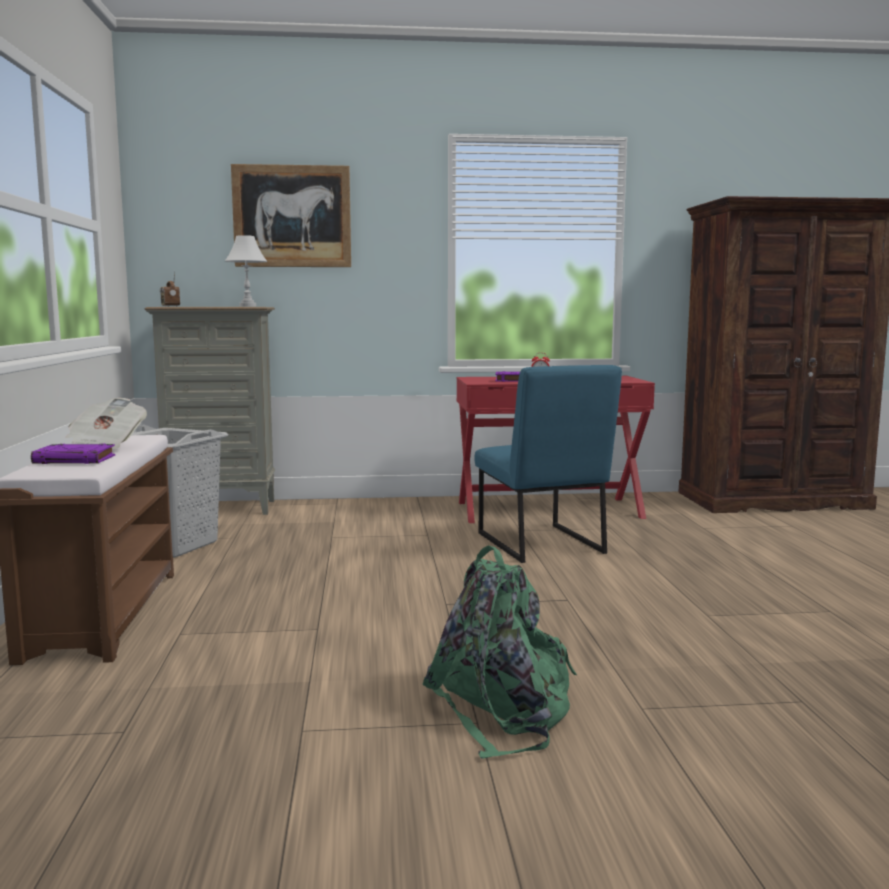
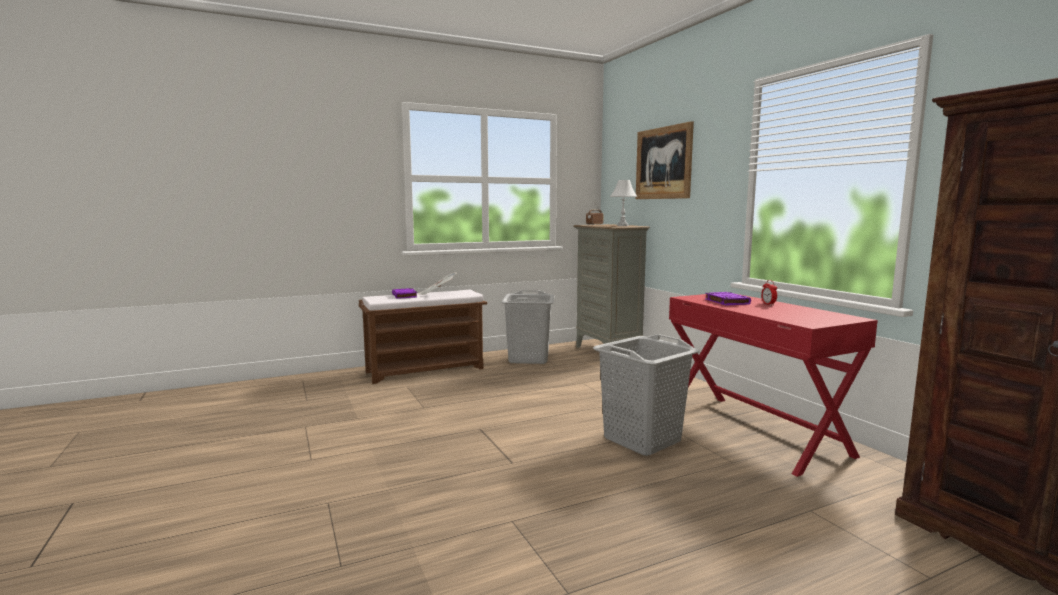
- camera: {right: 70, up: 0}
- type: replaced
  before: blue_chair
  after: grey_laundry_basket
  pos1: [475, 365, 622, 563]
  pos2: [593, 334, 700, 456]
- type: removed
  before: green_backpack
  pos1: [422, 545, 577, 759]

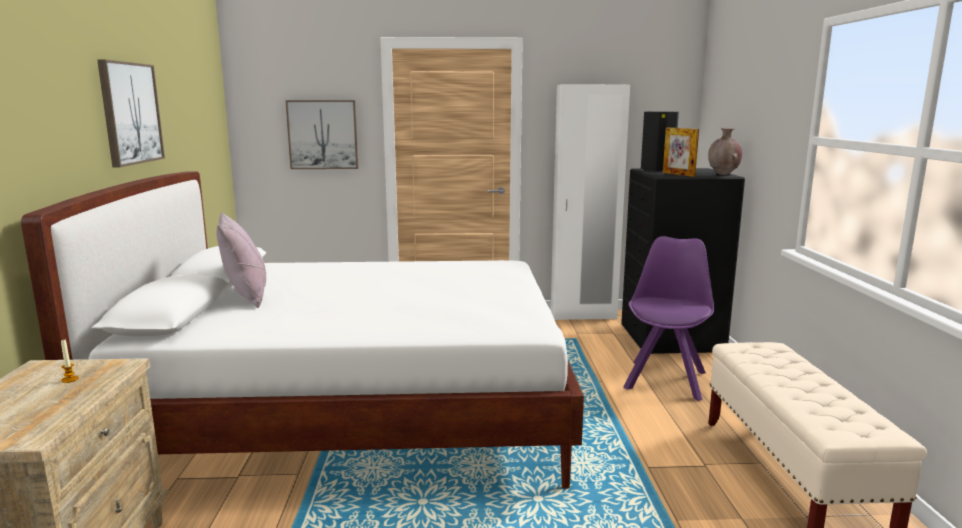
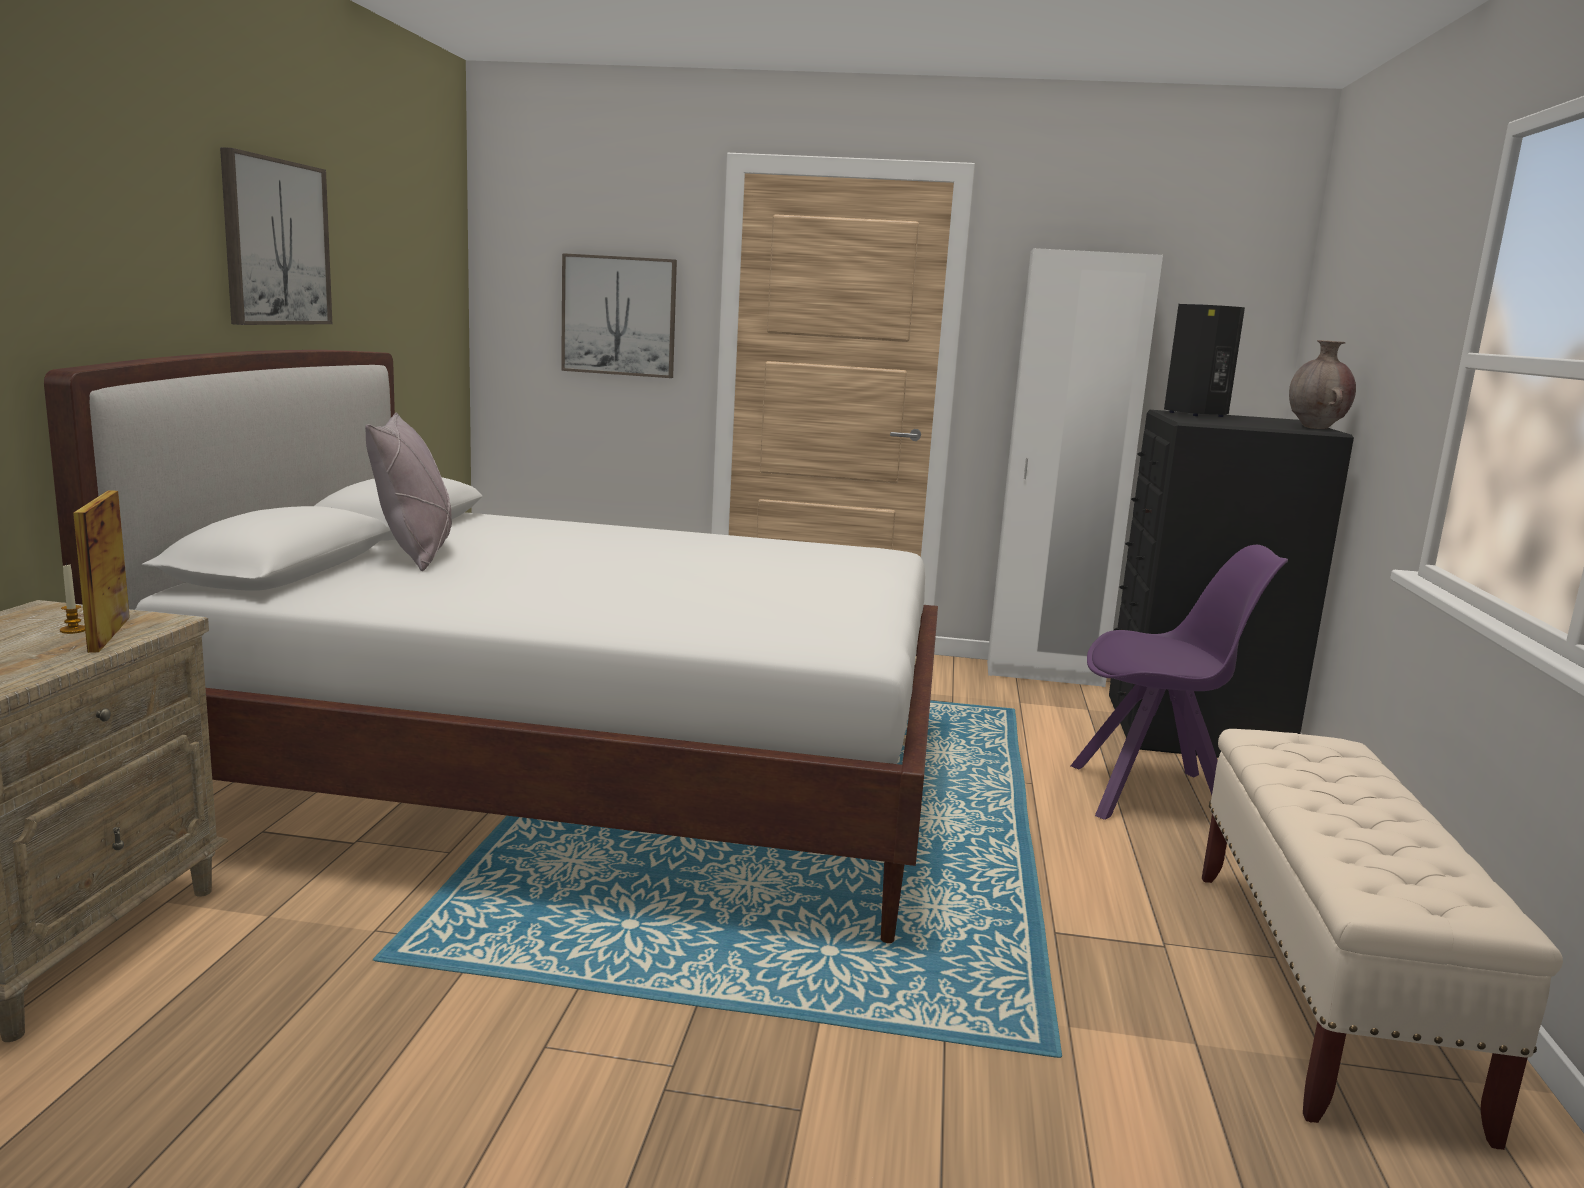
- camera: {right: 10, up: 0}
- type: moved
  before: picture_frame
  pos1: [663, 128, 699, 177]
  pos2: [73, 491, 130, 653]
- type: turned
  before: purple_chair
  pos1: [623, 236, 714, 401]
  pos2: [1071, 545, 1288, 820]
  turn: 60

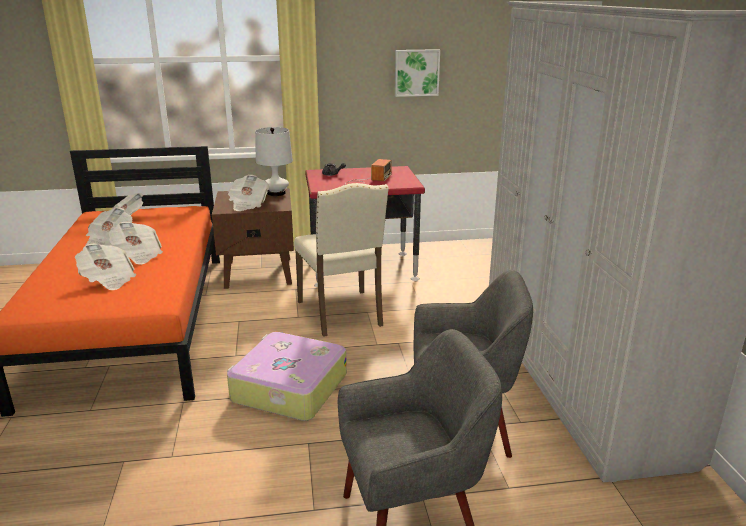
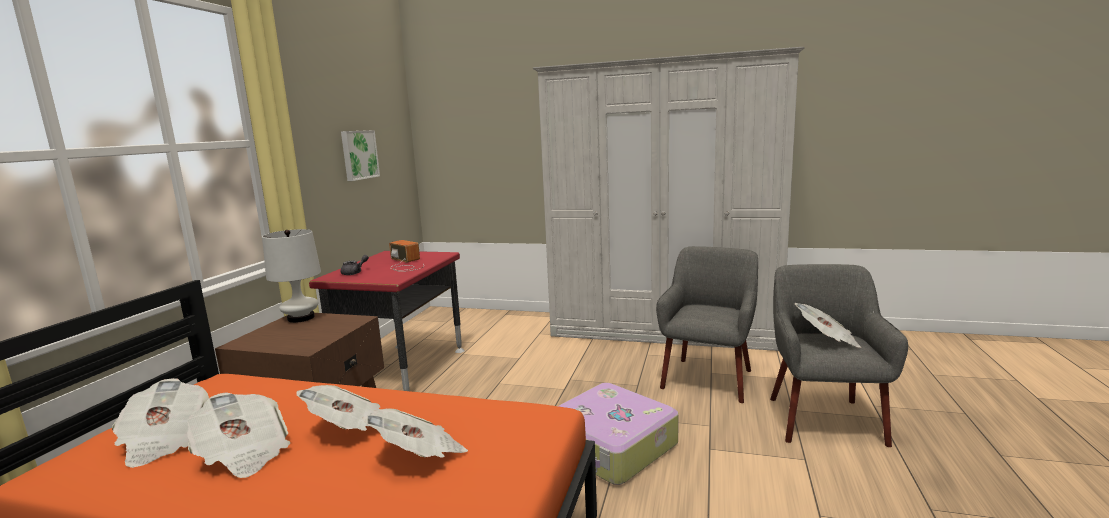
- camera: {right: -65, up: -10}
- type: moved
  before: newspaper
  pos1: [227, 175, 269, 211]
  pos2: [795, 303, 862, 348]
- type: removed
  before: beige_chair
  pos1: [294, 183, 389, 337]

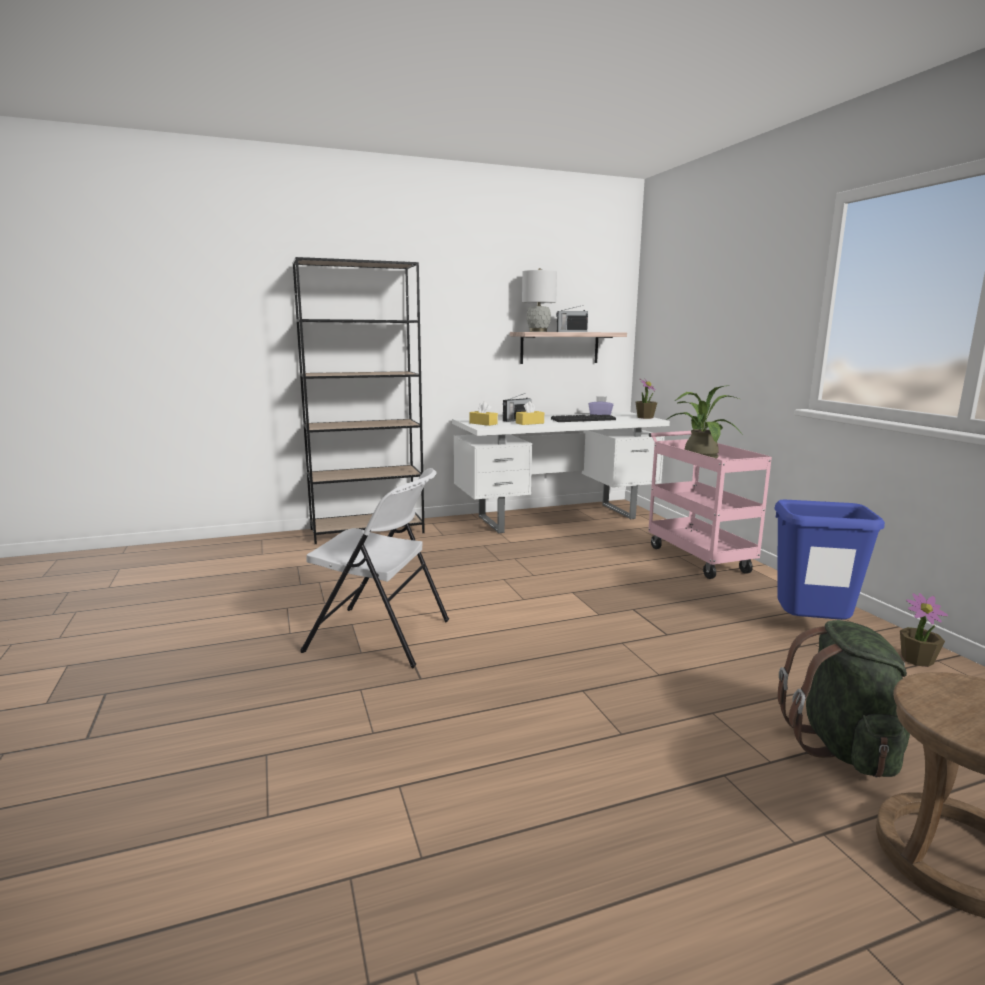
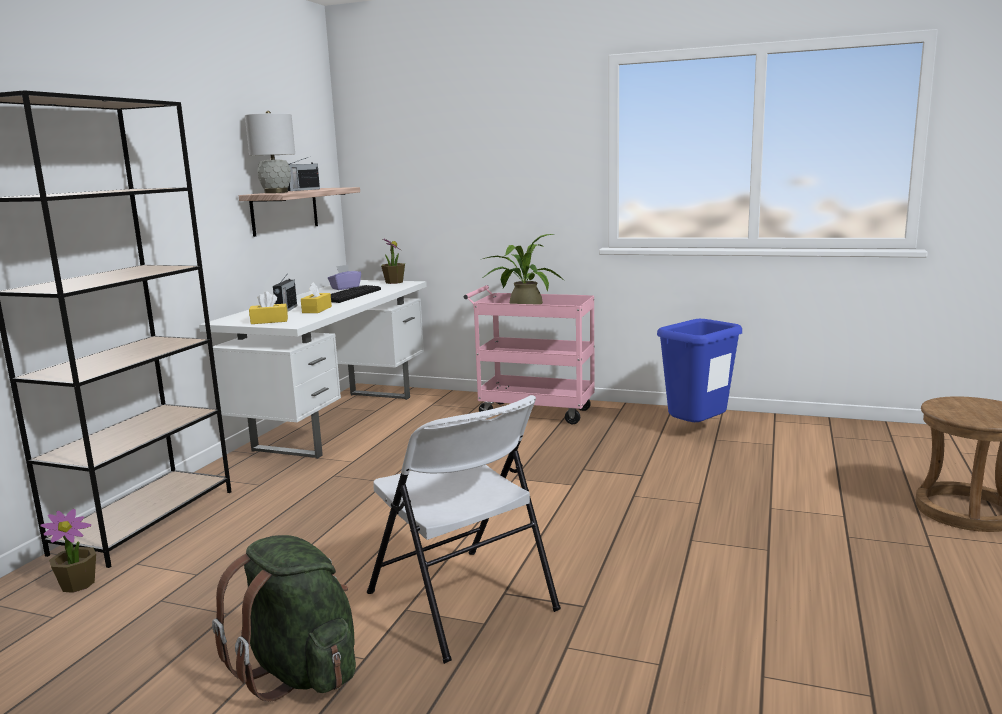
- camera: {right: -50, up: 0}
- type: moved
  before: potted_plant
  pos1: [900, 593, 948, 667]
  pos2: [40, 509, 96, 593]
- type: moved
  before: green_backpack
  pos1: [777, 620, 910, 778]
  pos2: [212, 535, 356, 702]
- type: turned
  before: white_chair
  pos1: [301, 468, 449, 669]
  pos2: [367, 395, 561, 664]
  turn: 90

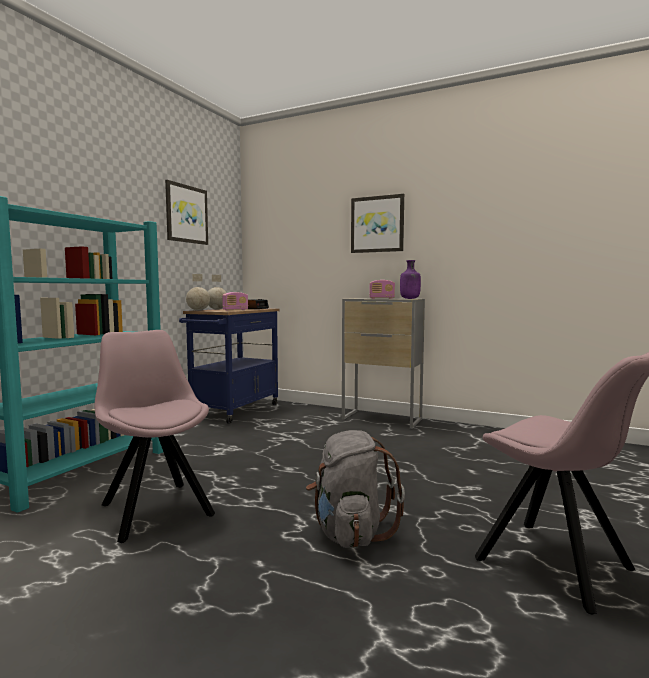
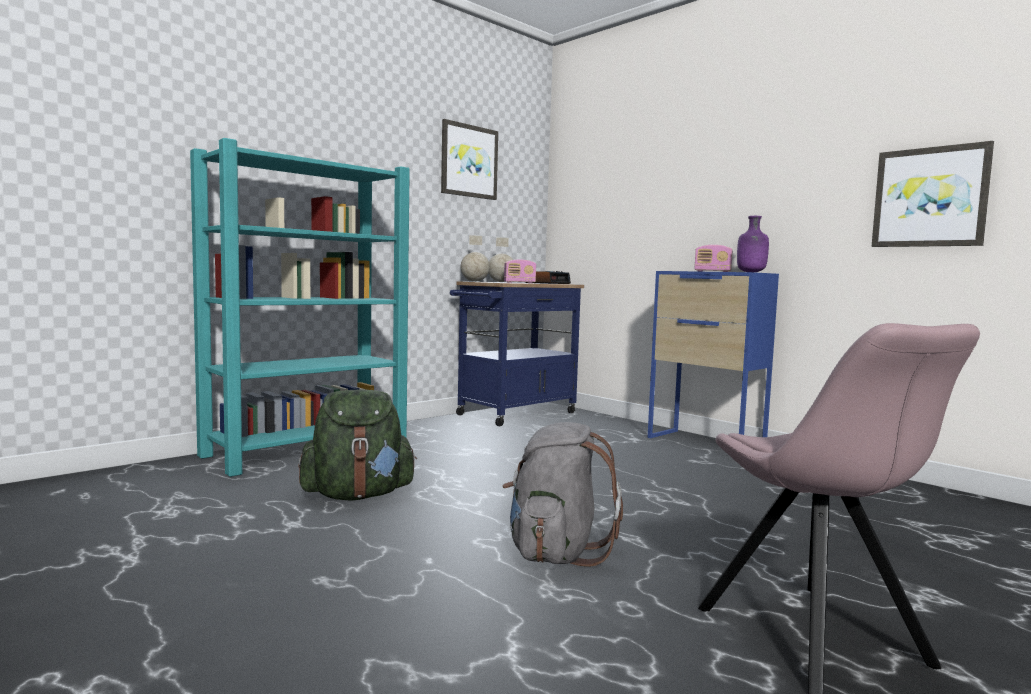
- camera: {right: 20, up: 0}
- type: replaced
  before: pink_chair
  after: green_backpack
  pos1: [94, 330, 215, 543]
  pos2: [298, 389, 417, 501]
- type: recoloured
  before: grey_cabinet
  after: blue_cabinet
  pos1: [342, 298, 425, 429]
  pos2: [647, 271, 779, 438]
- type: moved
  before: picture
  pos1: [351, 194, 404, 253]
  pos2: [871, 141, 994, 247]

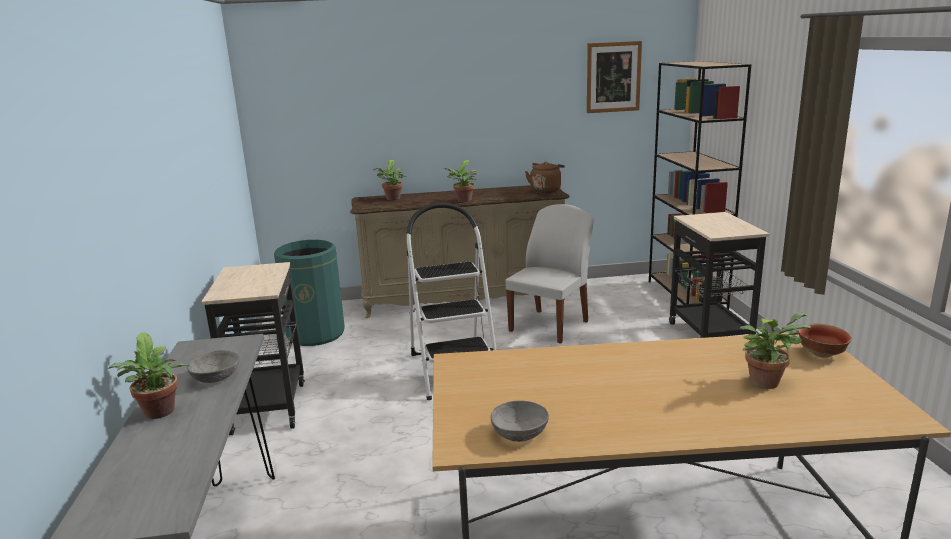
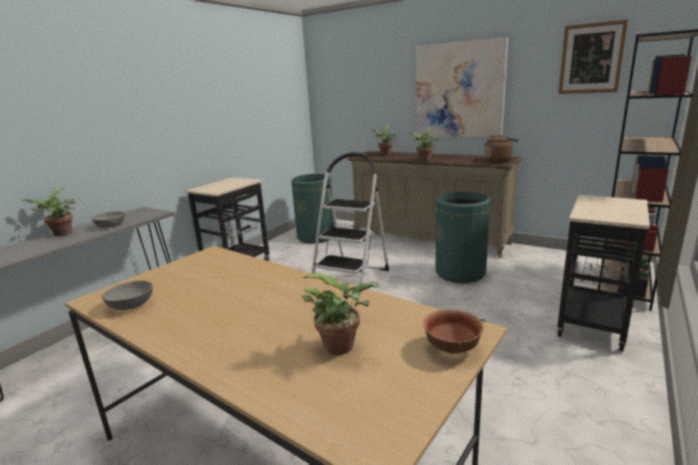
- camera: {right: 40, up: 0}
- type: added
  after: picture
  pos2: [416, 37, 508, 137]
- type: replaced
  before: white_chair
  after: green_trash_can
  pos1: [506, 204, 594, 344]
  pos2: [435, 192, 490, 283]

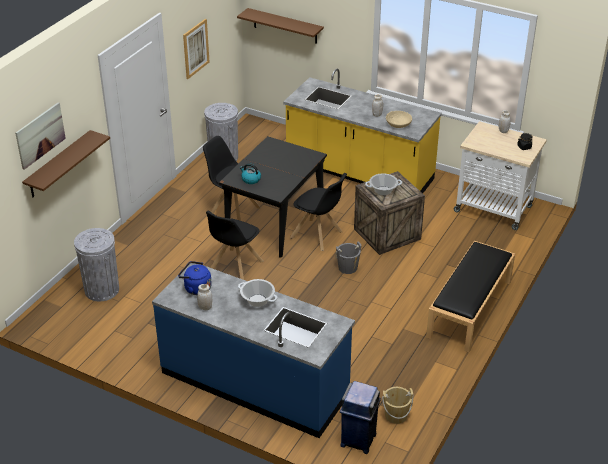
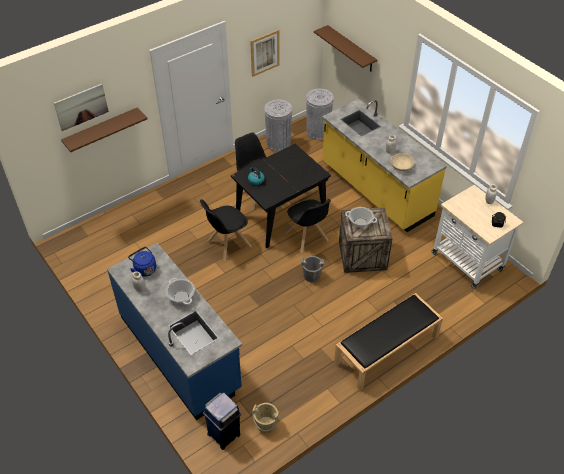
- camera: {right: 25, up: 10}
- type: moved
  before: grey_trash_can
  pos1: [74, 228, 119, 301]
  pos2: [306, 89, 334, 140]

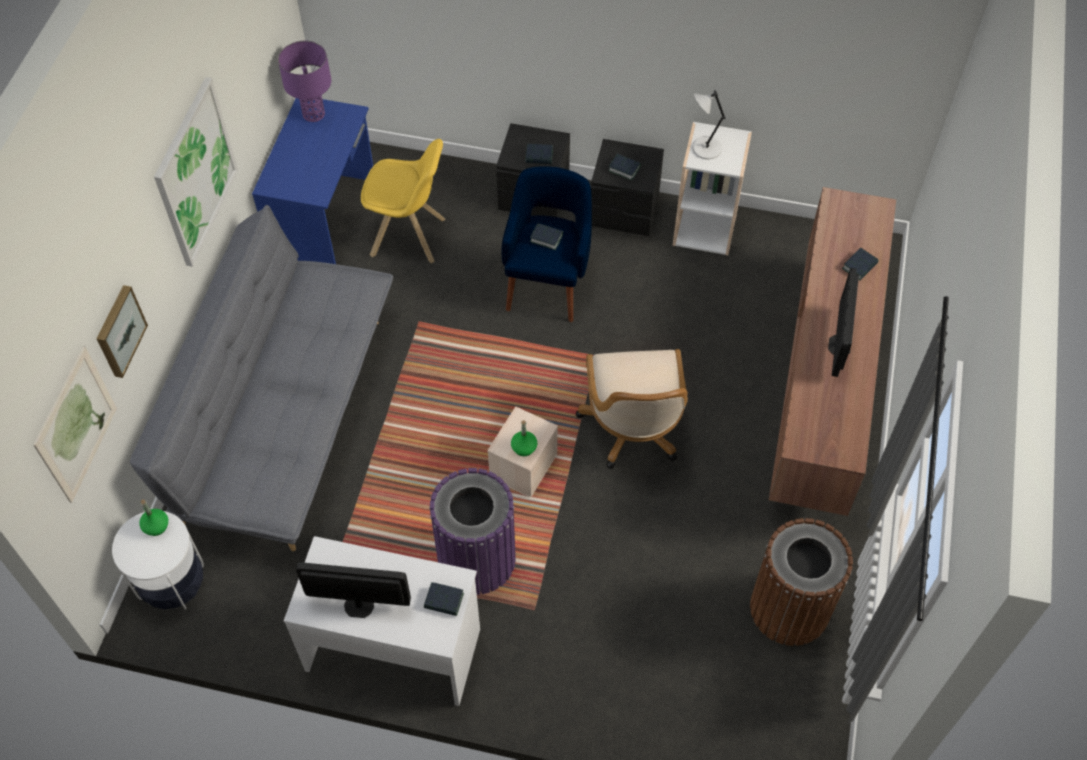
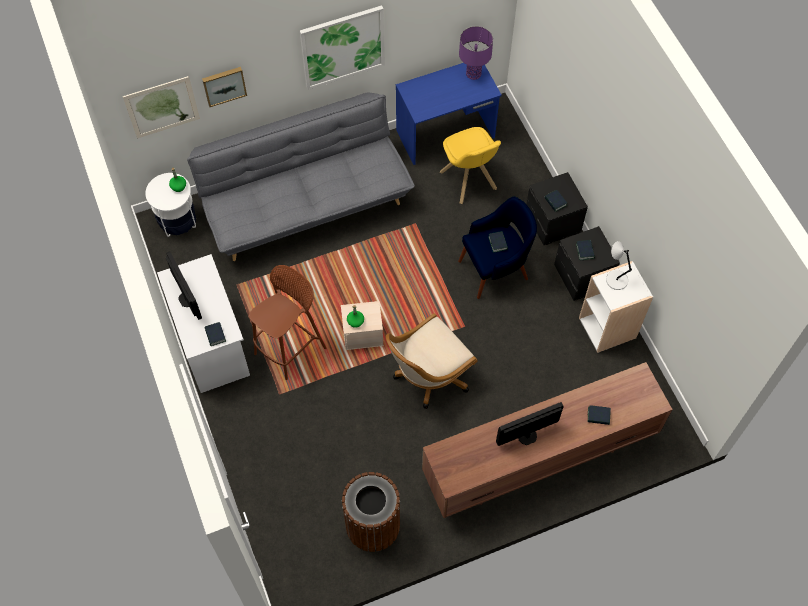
- camera: {right: 55, up: 5}
- type: replaced
  before: purple_trash_can
  after: brown_stool
  pos1: [429, 468, 516, 595]
  pos2: [249, 265, 327, 380]

